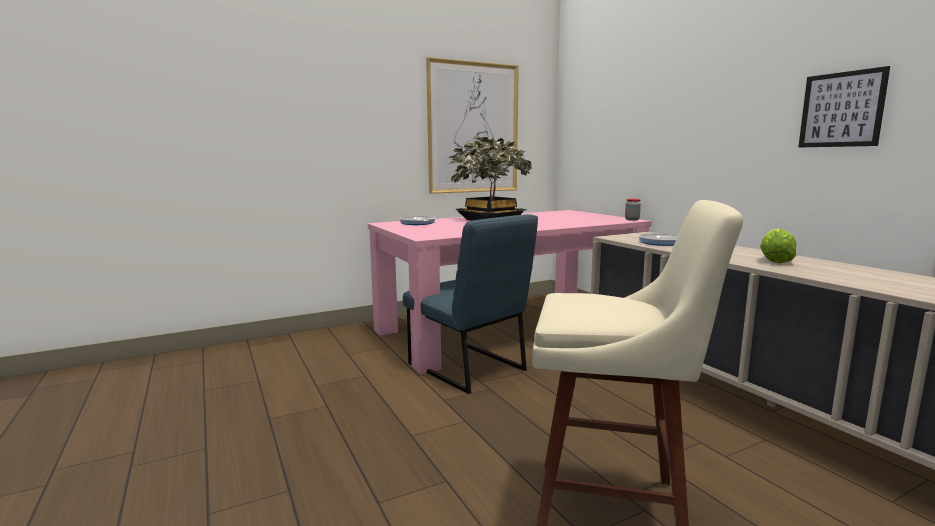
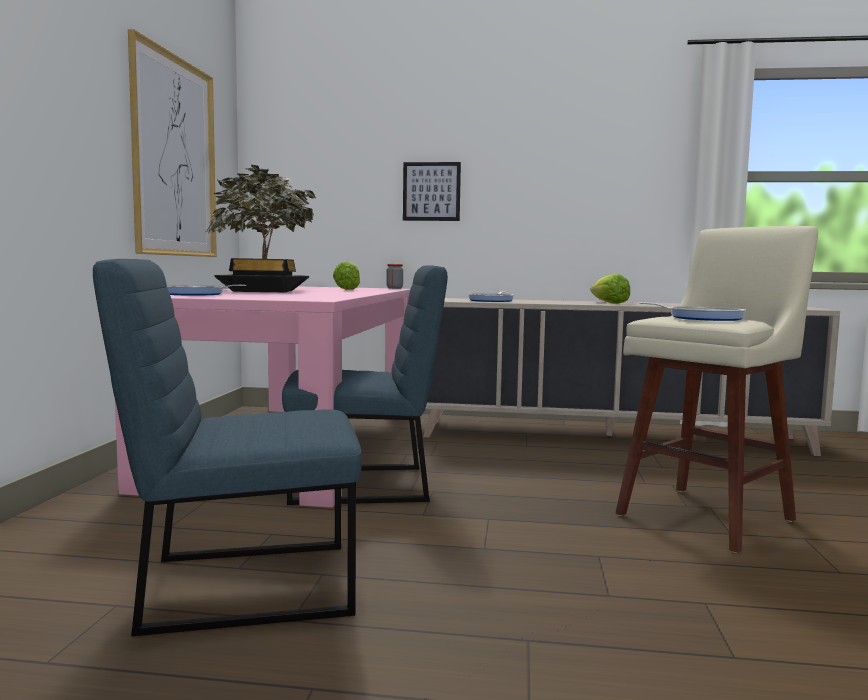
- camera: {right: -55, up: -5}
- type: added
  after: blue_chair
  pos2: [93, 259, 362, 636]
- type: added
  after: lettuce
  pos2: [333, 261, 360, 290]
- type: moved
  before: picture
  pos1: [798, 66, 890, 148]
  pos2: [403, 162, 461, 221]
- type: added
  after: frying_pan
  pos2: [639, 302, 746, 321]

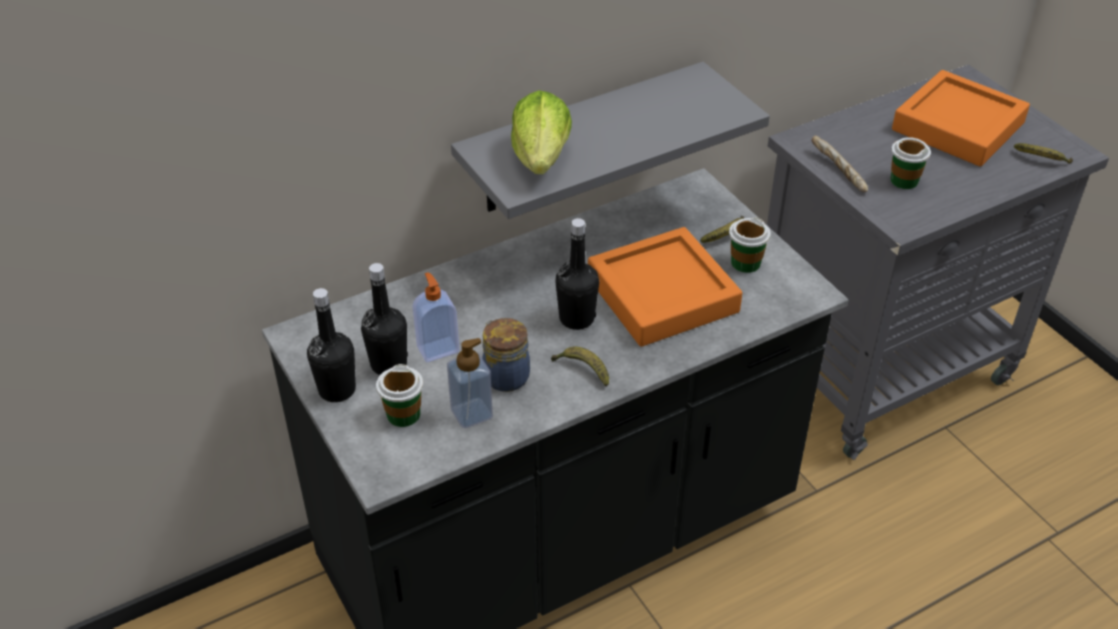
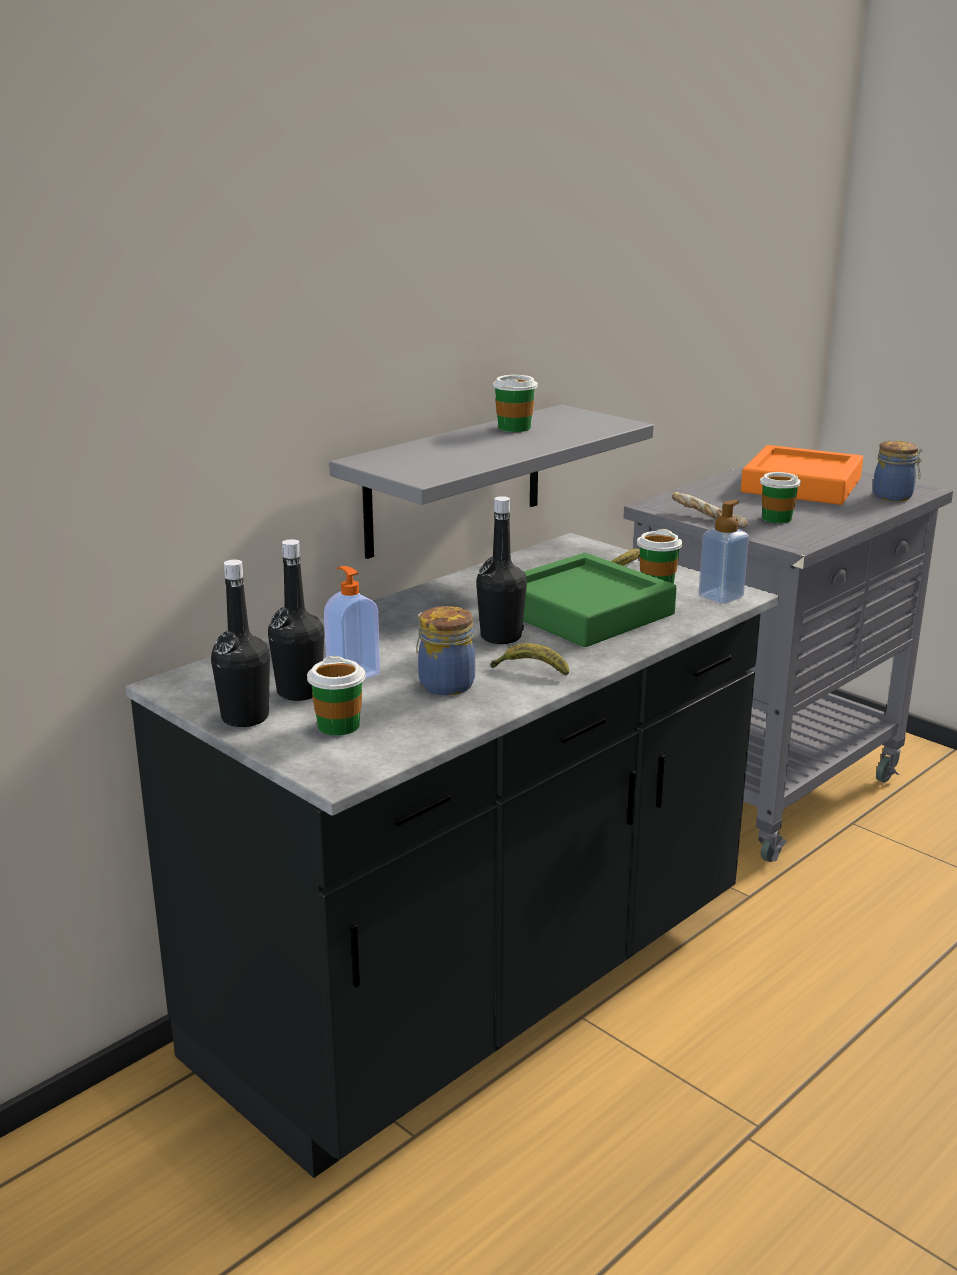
- camera: {right: -15, up: -20}
- type: added
  after: cup
  pos2: [492, 375, 538, 432]
- type: recoloured
  before: orange_tray
  after: green_tray
  pos1: [588, 227, 742, 347]
  pos2: [523, 553, 677, 647]
- type: moved
  before: soap_dispenser
  pos1: [447, 338, 493, 428]
  pos2: [698, 500, 749, 604]
- type: replaced
  before: banana
  after: jar
  pos1: [1014, 143, 1073, 163]
  pos2: [873, 441, 923, 501]
- type: removed
  before: lettuce
  pos1: [511, 90, 572, 174]

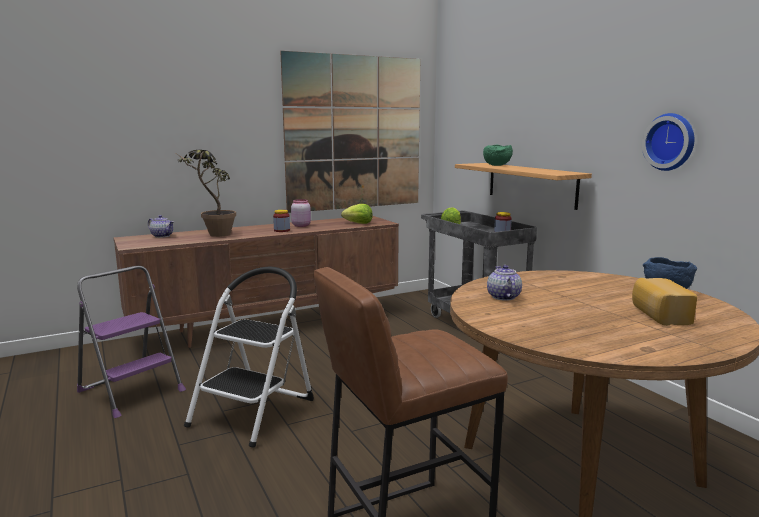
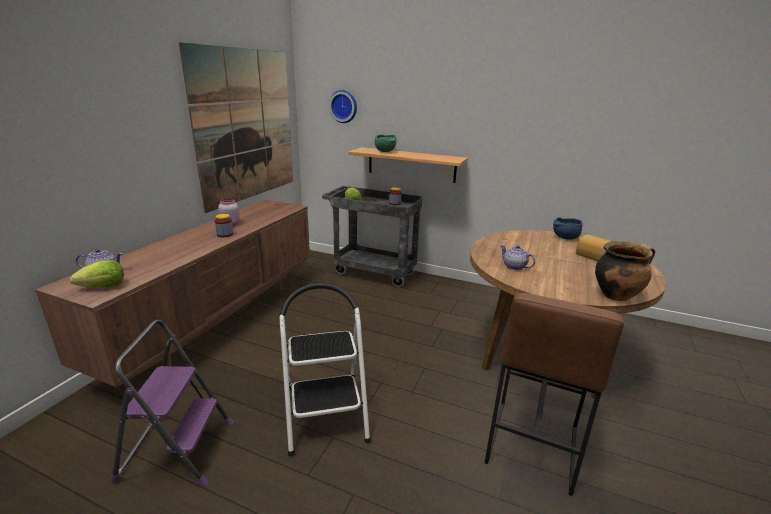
- camera: {right: -40, up: 10}
- type: moved
  before: lettuce
  pos1: [341, 204, 373, 224]
  pos2: [70, 260, 124, 288]
- type: moved
  before: wall_clock
  pos1: [642, 113, 694, 171]
  pos2: [329, 90, 357, 123]
- type: added
  after: cooking_pot
  pos2: [595, 241, 655, 301]
- type: removed
  before: potted_plant
  pos1: [174, 150, 236, 237]

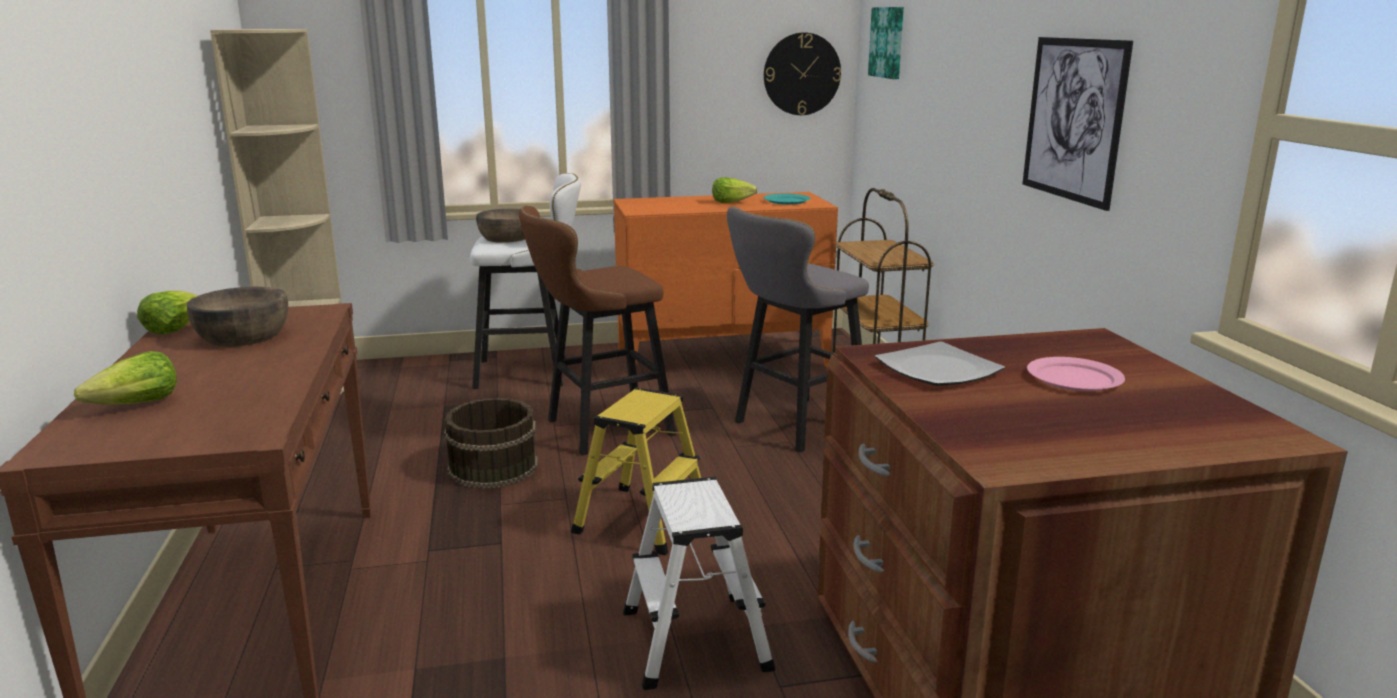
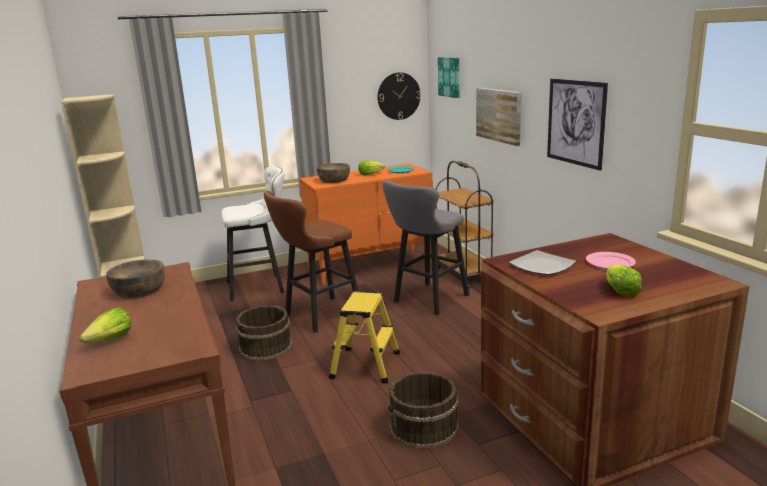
- camera: {right: -10, up: 0}
- type: moved
  before: brown_bowl
  pos1: [476, 209, 525, 243]
  pos2: [317, 163, 350, 183]
- type: replaced
  before: white_step_ladder
  after: brown_bucket
  pos1: [623, 477, 776, 690]
  pos2: [388, 372, 459, 449]
- type: added
  after: picture
  pos2: [476, 88, 522, 146]
- type: moved
  before: lettuce
  pos1: [137, 291, 197, 334]
  pos2: [606, 264, 642, 296]

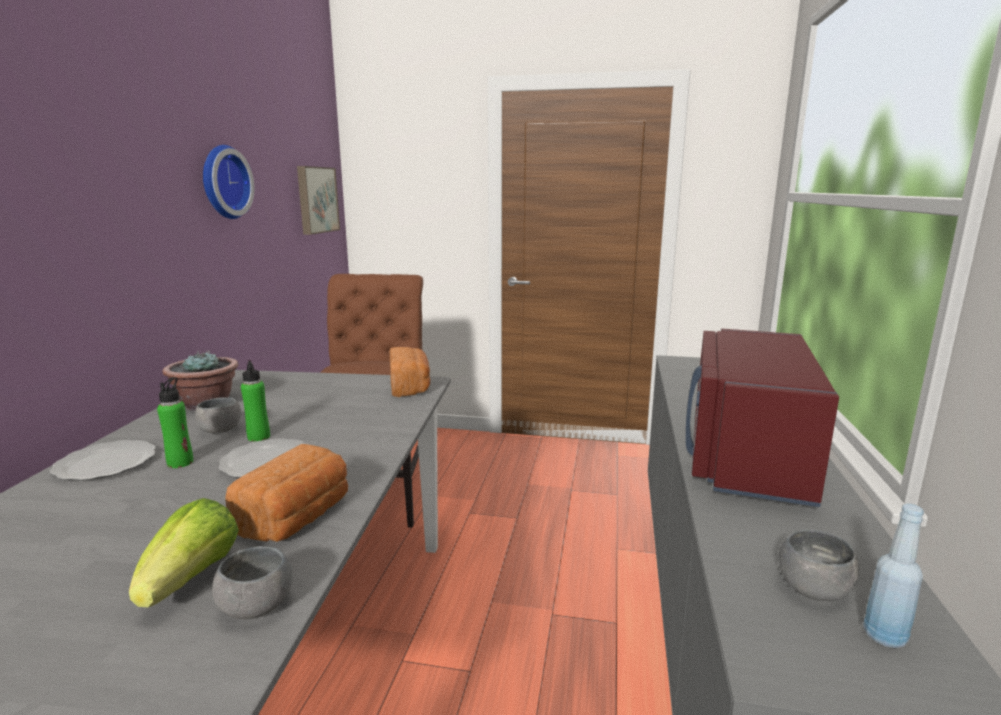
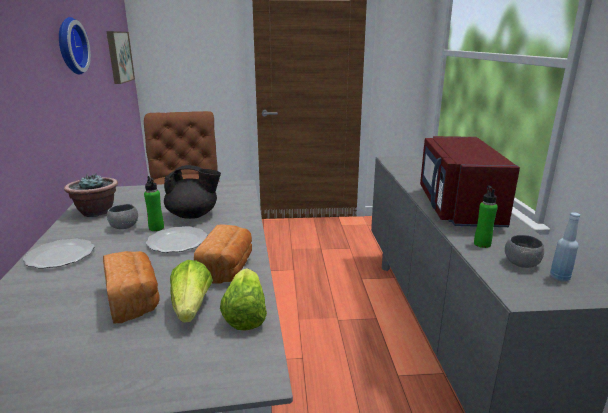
- camera: {right: -15, up: 5}
- type: moved
  before: bread
  pos1: [389, 347, 430, 397]
  pos2: [103, 251, 159, 324]
- type: added
  after: black_teapot
  pos2: [164, 165, 221, 219]
- type: replaced
  before: grey_bowl
  after: lettuce
  pos1: [212, 546, 292, 619]
  pos2: [220, 268, 267, 331]
- type: moved
  before: green_bottle
  pos1: [157, 377, 193, 468]
  pos2: [474, 186, 498, 248]

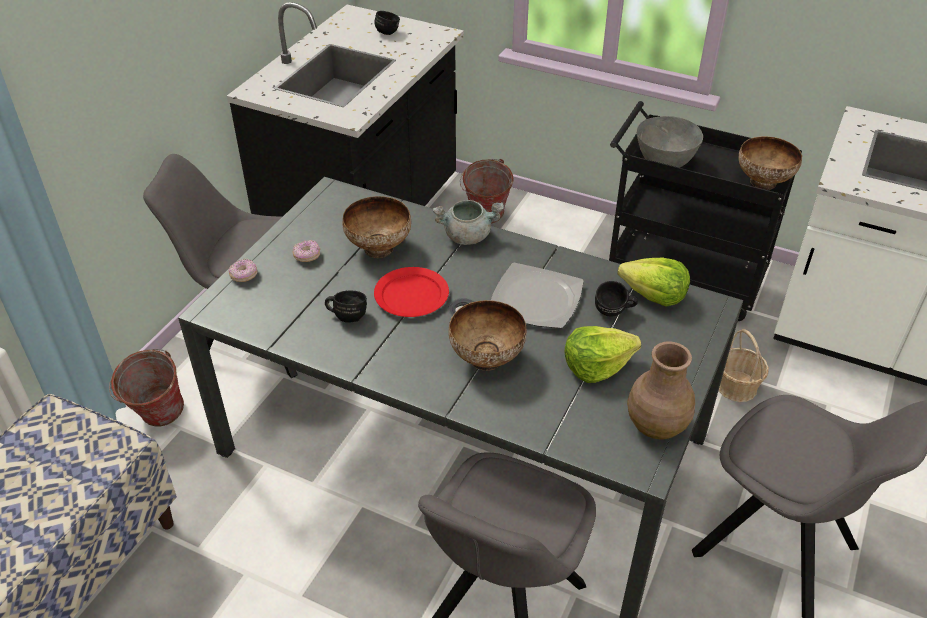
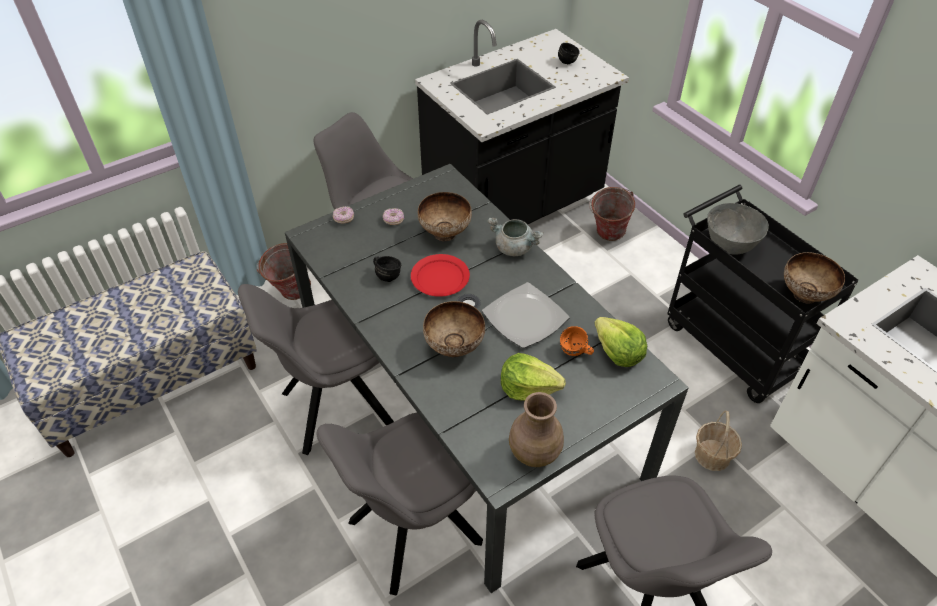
- camera: {right: 30, up: 5}
- type: added
  after: grey_chair
  pos2: [238, 284, 394, 455]
- type: recoloured
  before: black_mug
  after: orange_mug
  pos1: [595, 281, 638, 316]
  pos2: [560, 326, 594, 356]

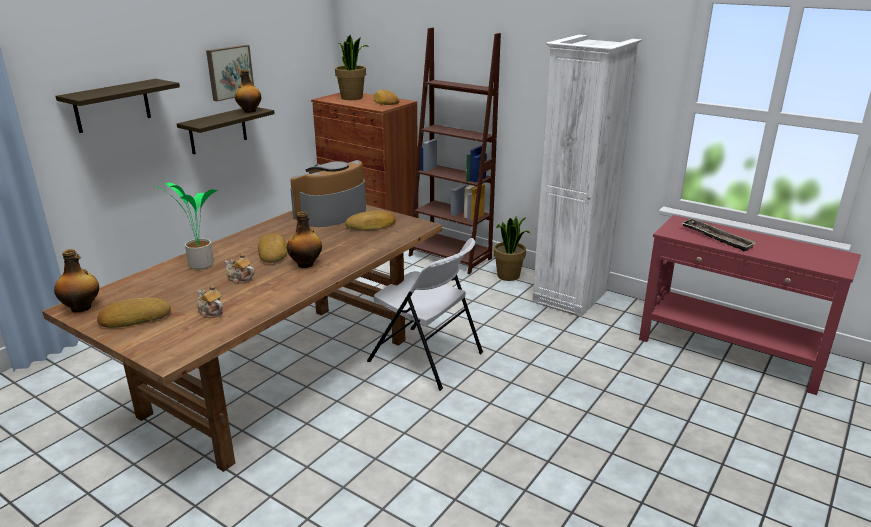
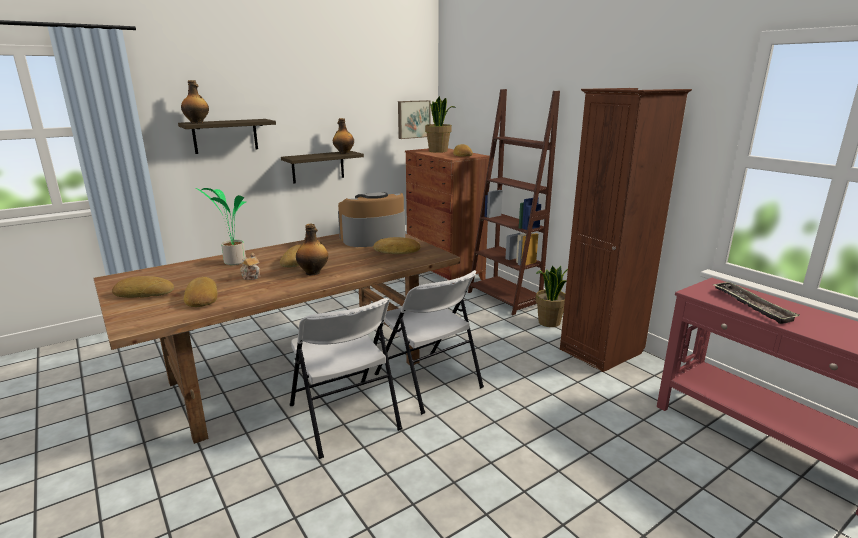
- camera: {right: 20, up: -5}
- type: moved
  before: bottle
  pos1: [54, 249, 99, 313]
  pos2: [181, 80, 209, 123]
- type: replaced
  before: teapot
  after: bread
  pos1: [197, 284, 223, 318]
  pos2: [183, 277, 218, 307]
- type: added
  after: white_chair
  pos2: [290, 298, 402, 459]
- type: moved
  before: picture
  pos1: [206, 45, 254, 101]
  pos2: [398, 100, 431, 139]
- type: recoloured
  before: white_cabinet
  after: brown_cabinet
  pos1: [532, 35, 642, 317]
  pos2: [560, 88, 692, 372]

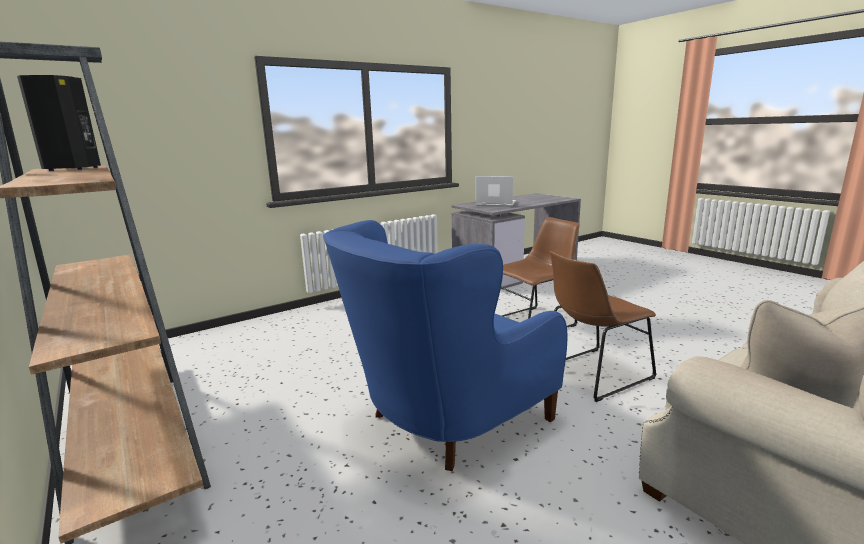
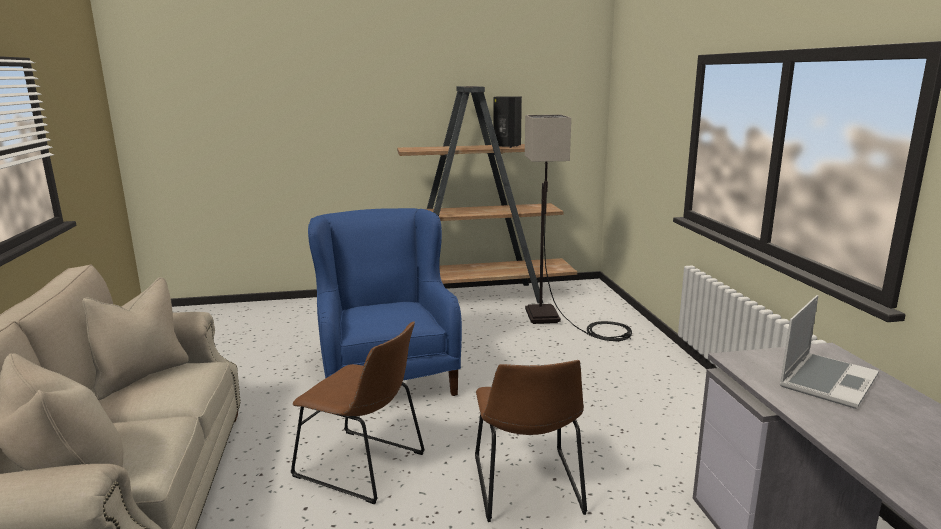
- camera: {right: 115, up: 0}
- type: turned
  before: brown_chair
  pos1: [550, 251, 657, 402]
  pos2: [290, 322, 425, 504]
  turn: 120
- type: added
  after: floor_lamp
  pos2: [525, 114, 632, 341]

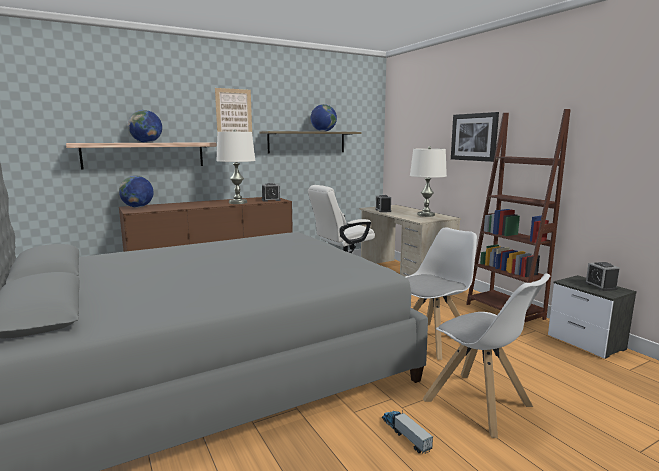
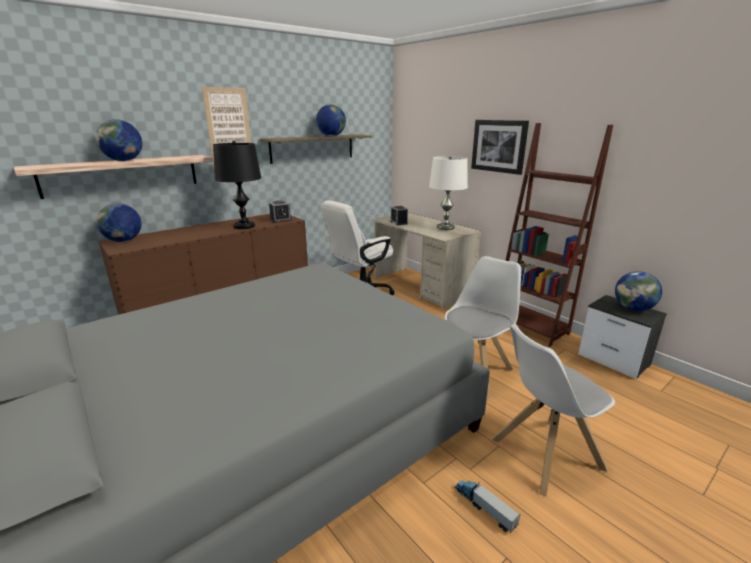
- camera: {right: -10, up: 10}
- type: recoloured
  before: white_table_lamp
  after: black_table_lamp
  pos1: [216, 129, 256, 204]
  pos2: [213, 141, 261, 229]
- type: turned
  before: chair
  pos1: [423, 273, 551, 438]
  pos2: [492, 325, 615, 496]
  turn: 120
- type: replaced
  before: alarm_clock
  after: globe
  pos1: [585, 262, 620, 291]
  pos2: [615, 271, 662, 311]

